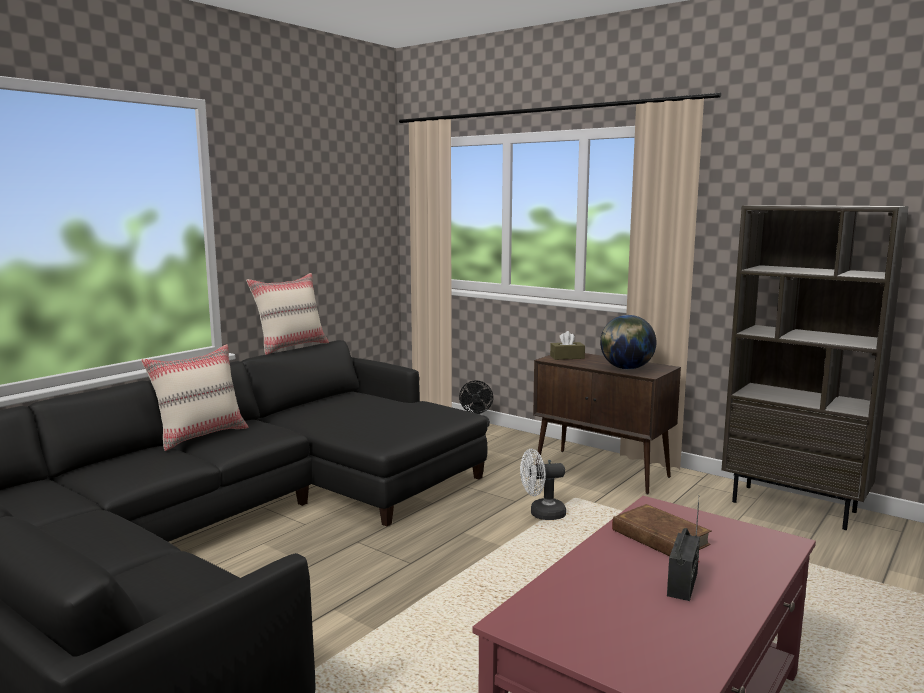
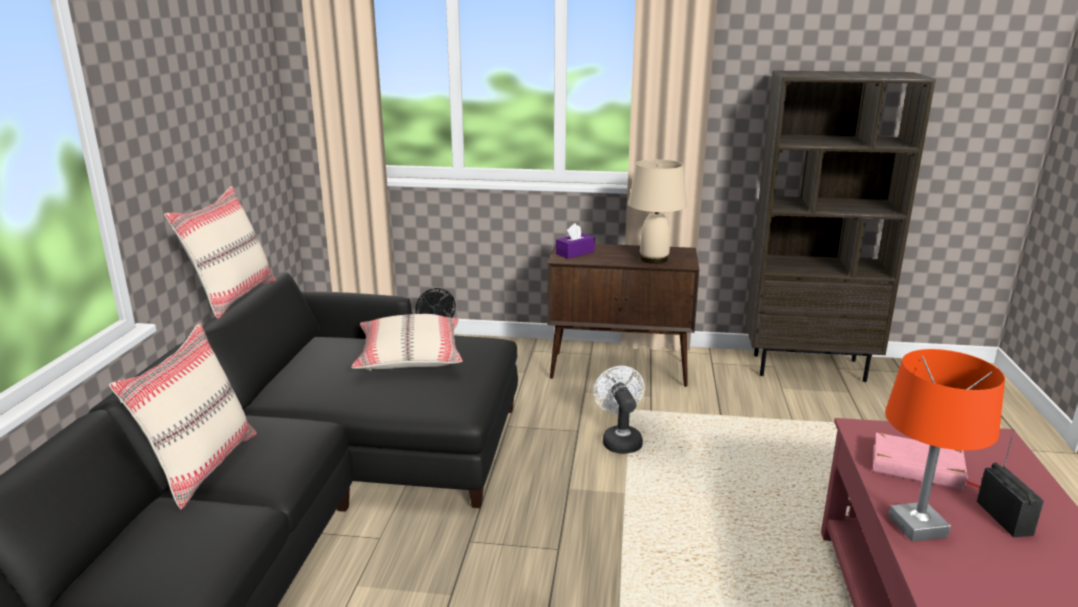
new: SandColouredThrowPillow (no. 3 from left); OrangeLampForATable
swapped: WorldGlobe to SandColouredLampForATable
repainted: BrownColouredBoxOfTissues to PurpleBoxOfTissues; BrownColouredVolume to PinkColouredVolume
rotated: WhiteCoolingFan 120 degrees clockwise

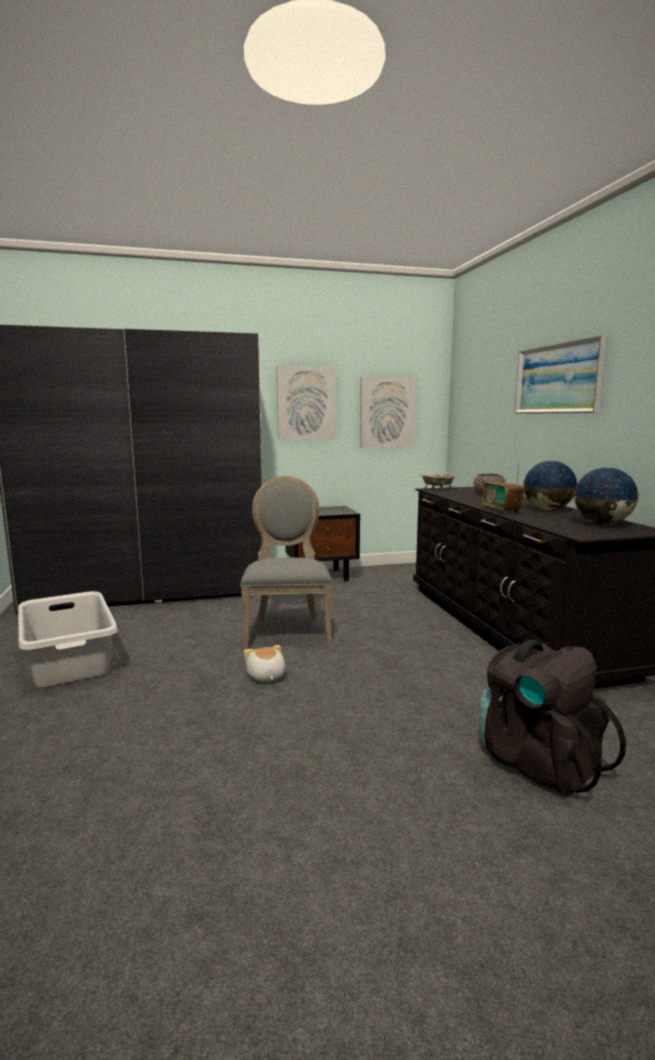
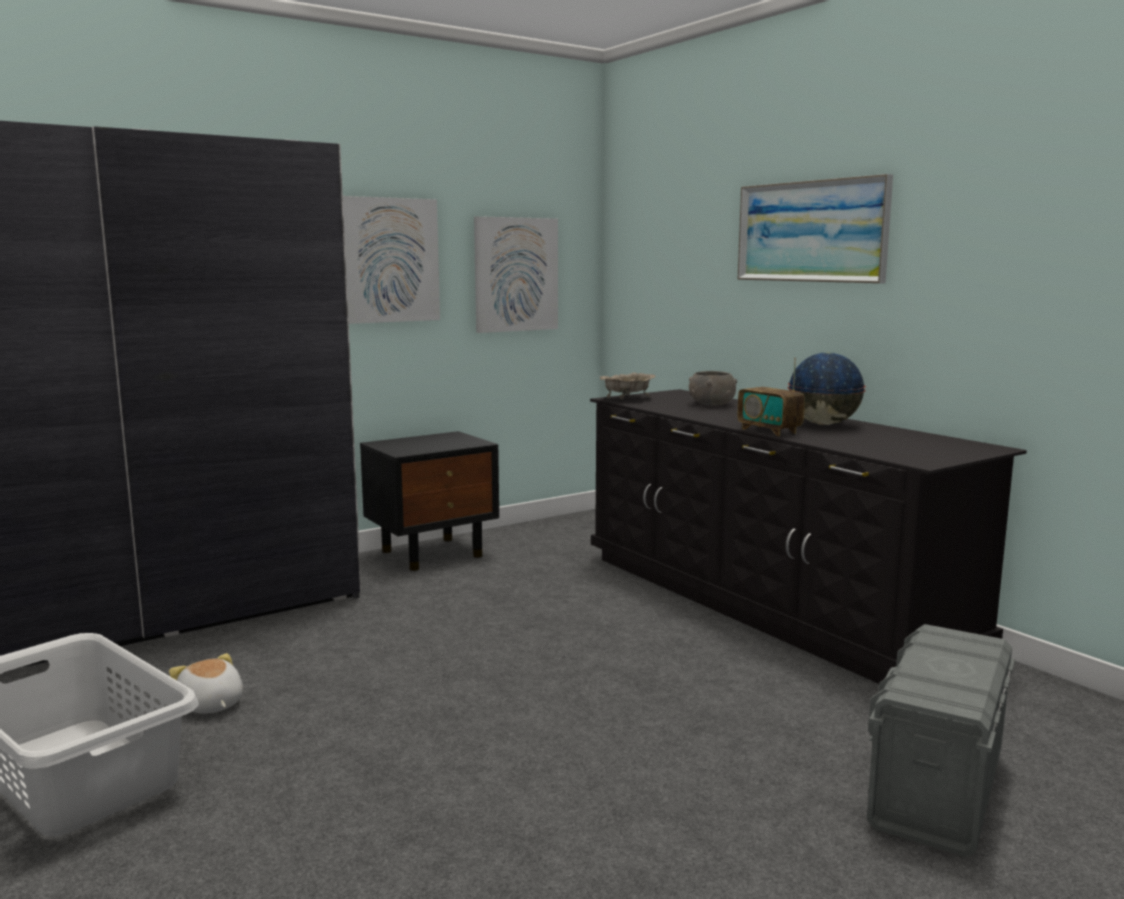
gone: GrayChair; WorldGlobe (no. 2 from left)
shifted: PlushToy
swapped: BlackColouredRucksack to GrayStorageBox

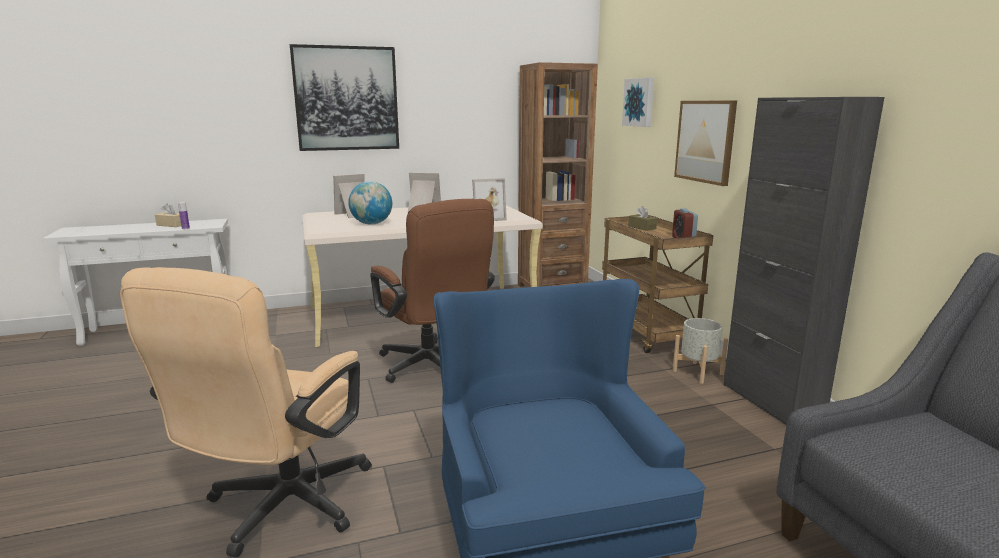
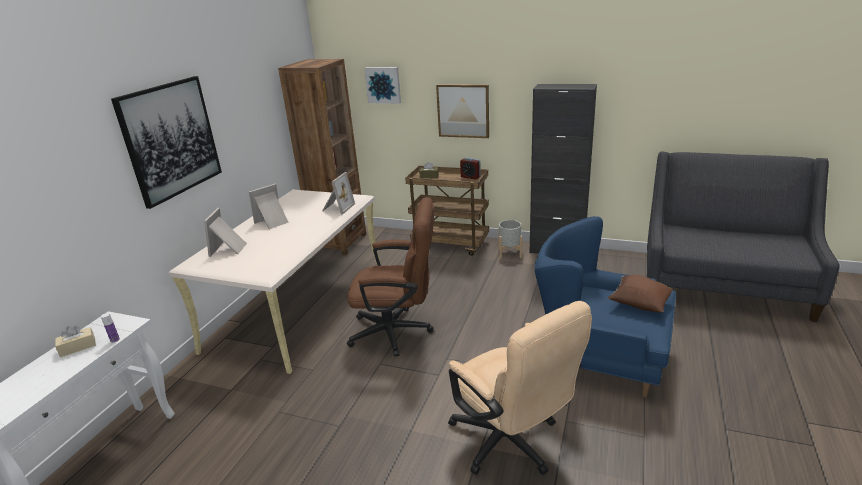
gone: WorldGlobe
new: BrownColouredThrowPillow

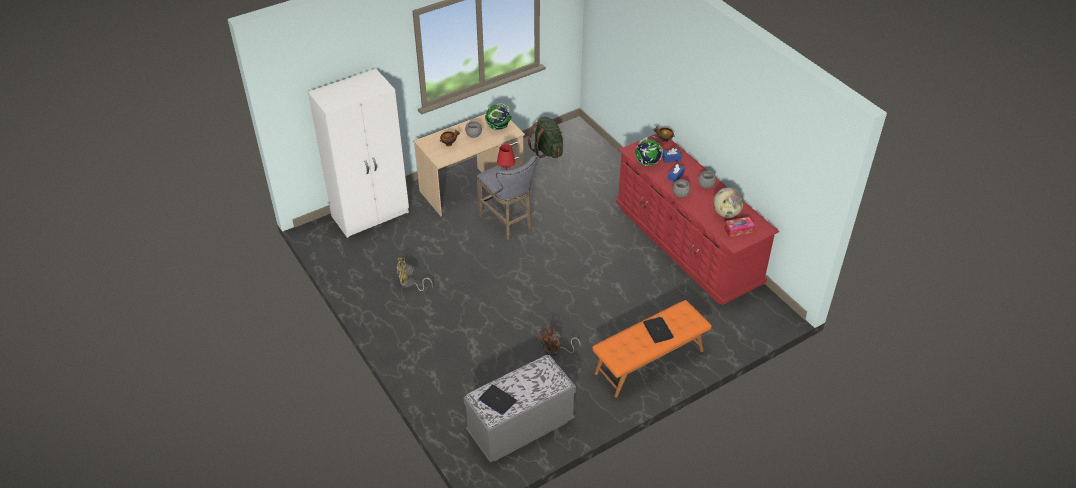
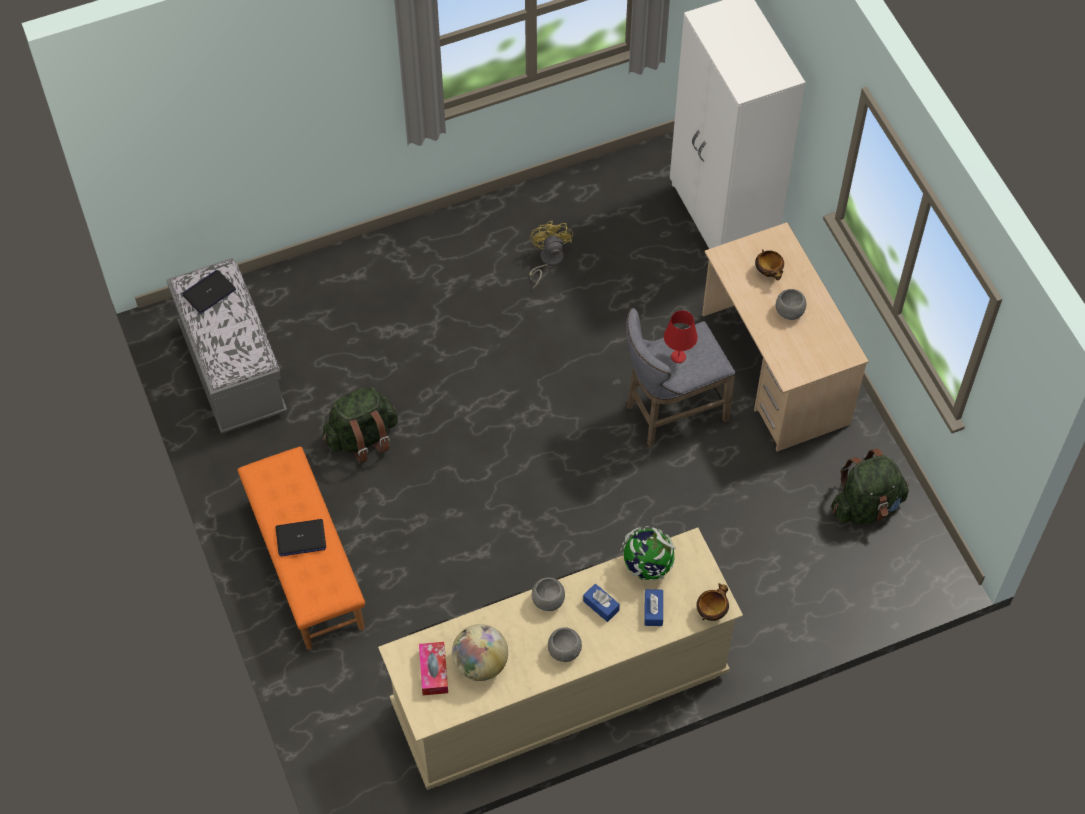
gone: WorldGlobe (no. 1 from left)
swapped: BrownColouredCoolingFan to GreenColouredRucksack (no. 1 from left)
repainted: ReddishChestOfDrawers to SandColouredChestOfDrawers

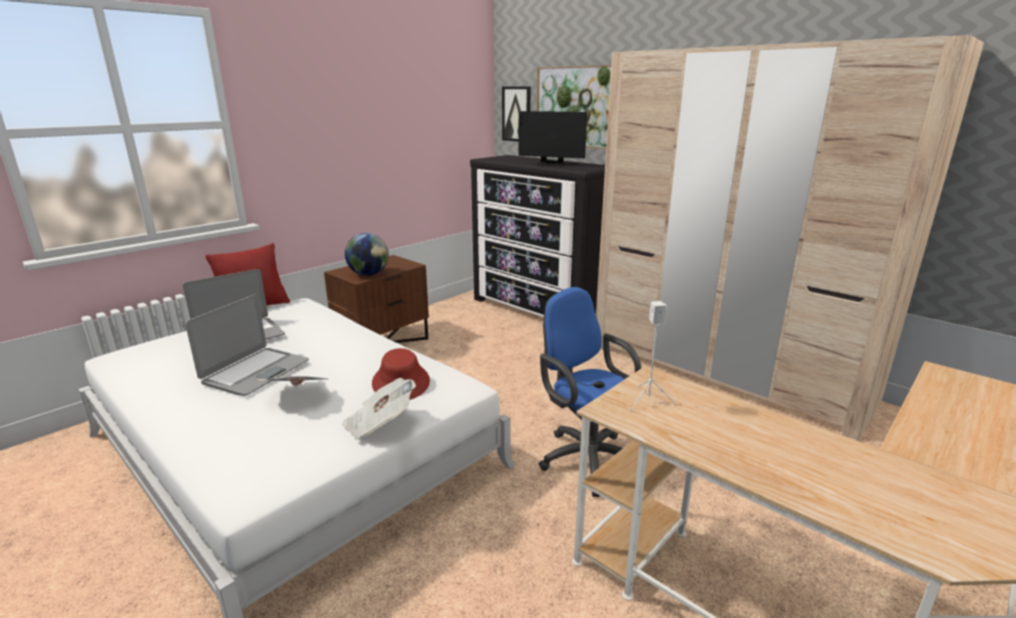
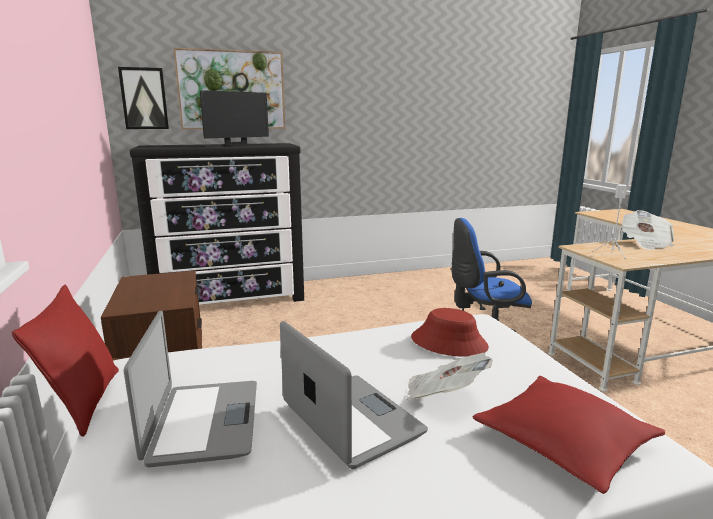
gone: WorldGlobe; SandColouredClothesCupboard
new: ReddishThrowPillow (no. 2 from left)
shifted: Newspaper (no. 2 from left)

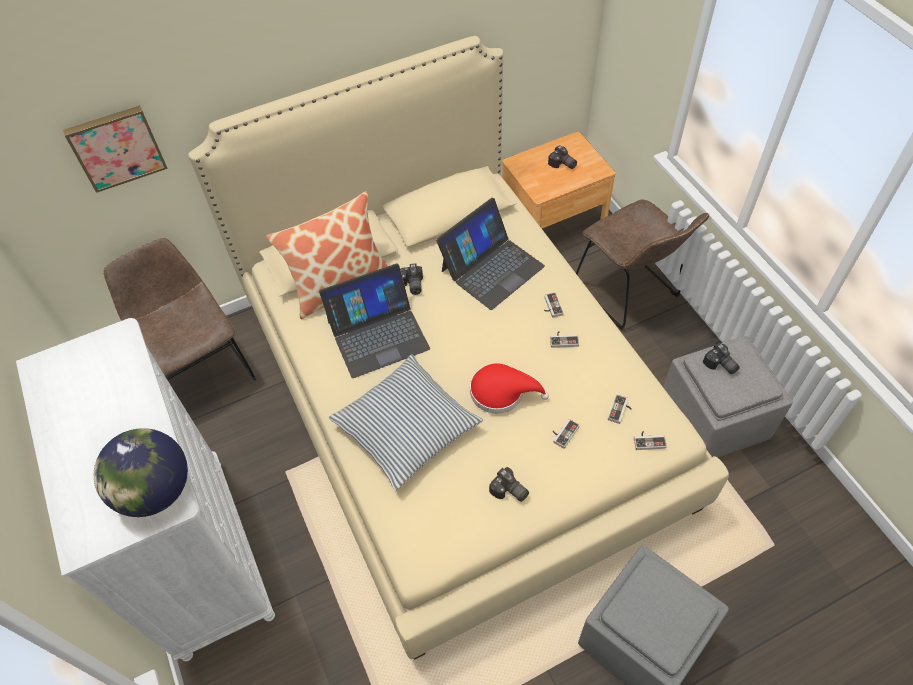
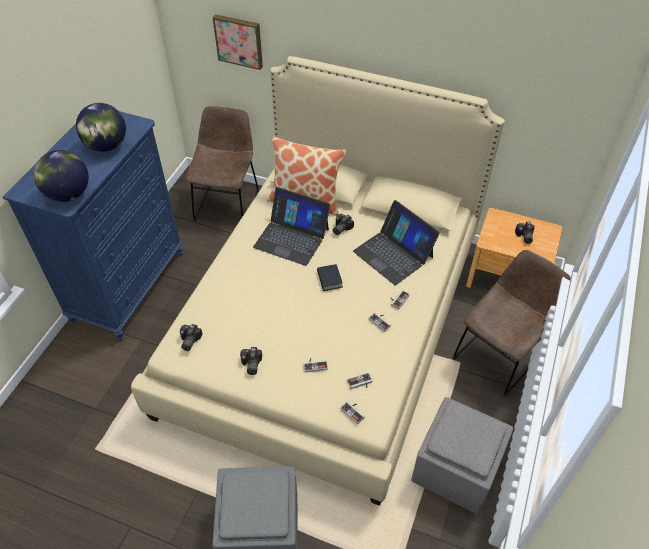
gone: ThrowPillow (no. 2 from left); ReddishHat
new: WorldGlobe (no. 2 from left); Volume
shifted: StillCamera (no. 4 from left in the first image) to StillCamera (no. 1 from left)
repainted: WhiteChestOfDrawers to BluishChestOfDrawers
rotated: Laptop (no. 2 from left) 45 degrees clockwise; BrownColouredChair (no. 2 from left) 150 degrees counterclockwise

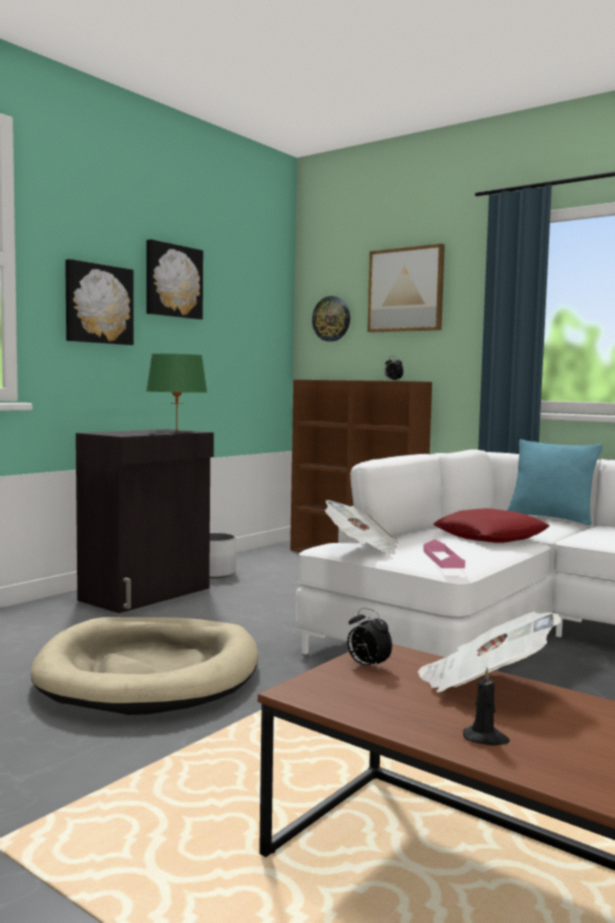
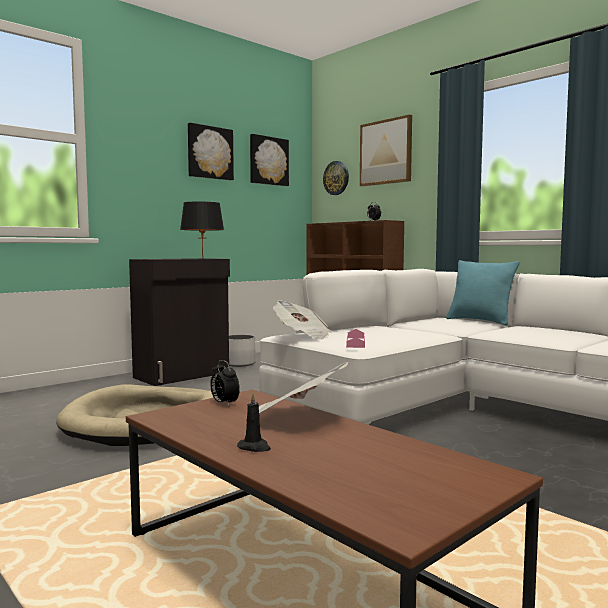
gone: ReddishThrowPillow
shifted: Picture (no. 1 from left in the first image) to Picture (no. 2 from left)
repainted: GreenColouredLampForATable to BlackColouredLampForATable

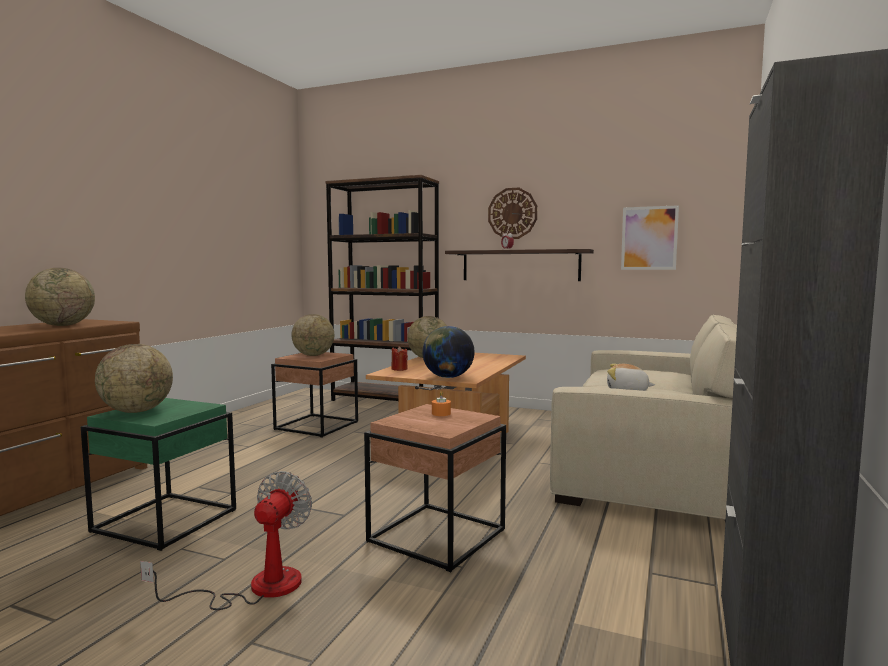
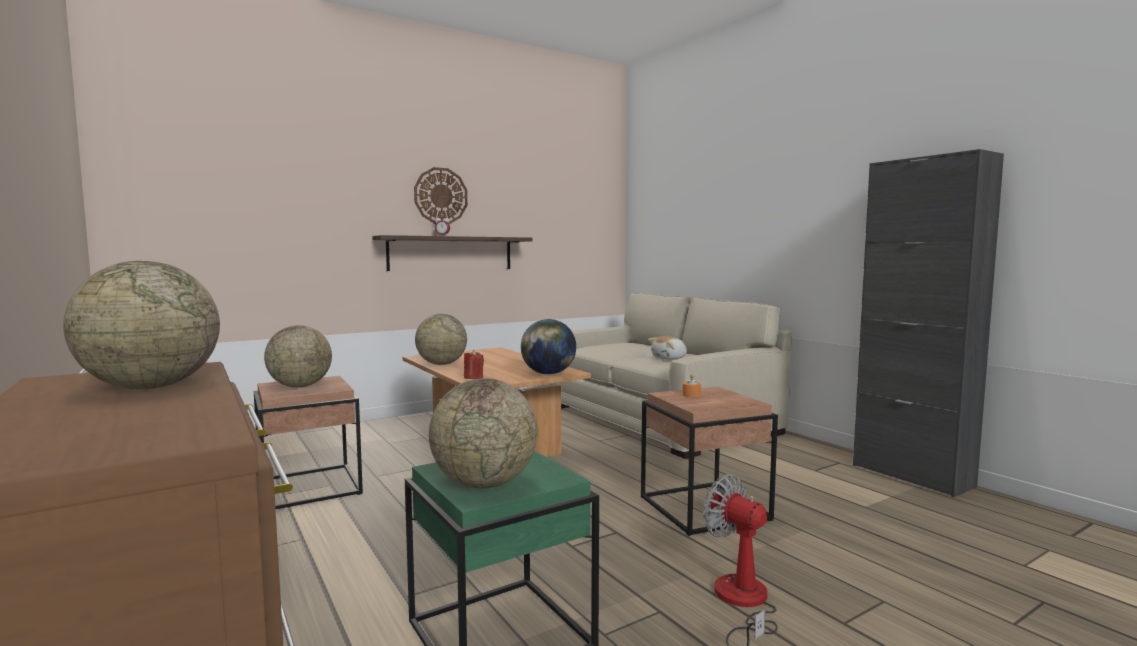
gone: BrownColouredShelvingUnit; Picture

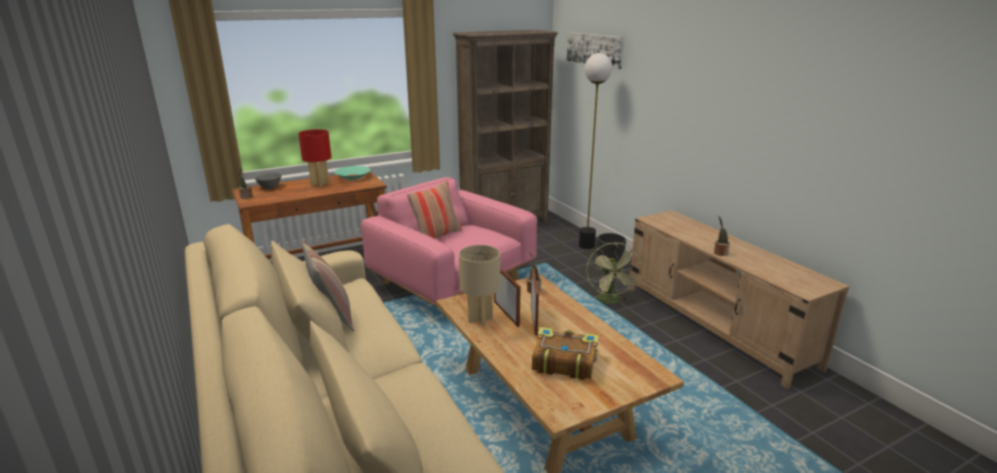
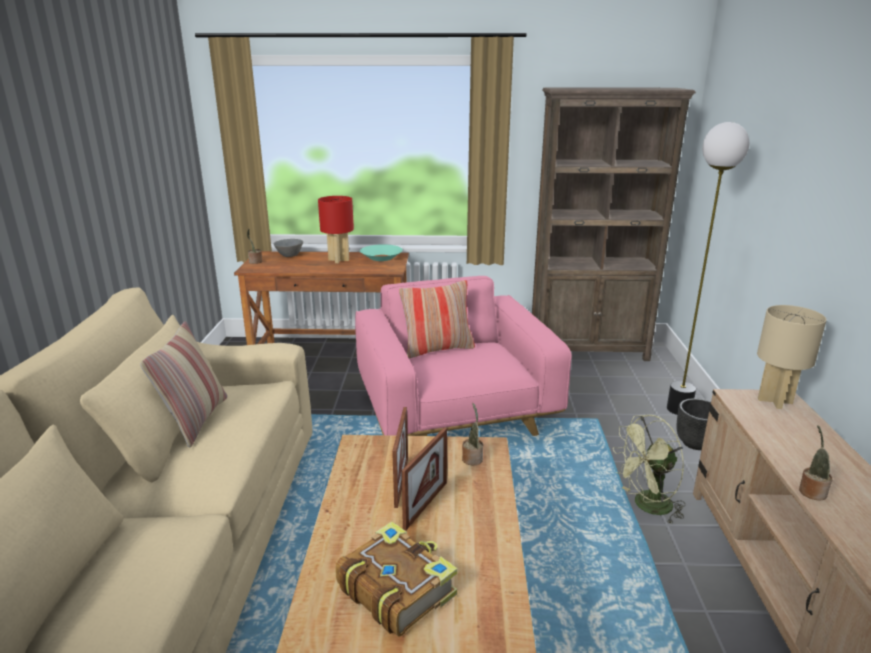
gone: Picture
shifted: SandColouredLampForATable
rotated: GreenColouredCoolingFan 45 degrees clockwise

